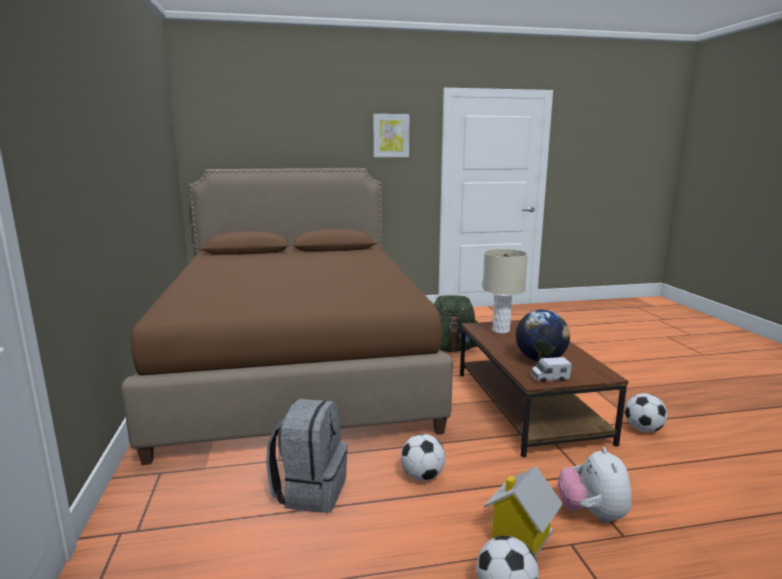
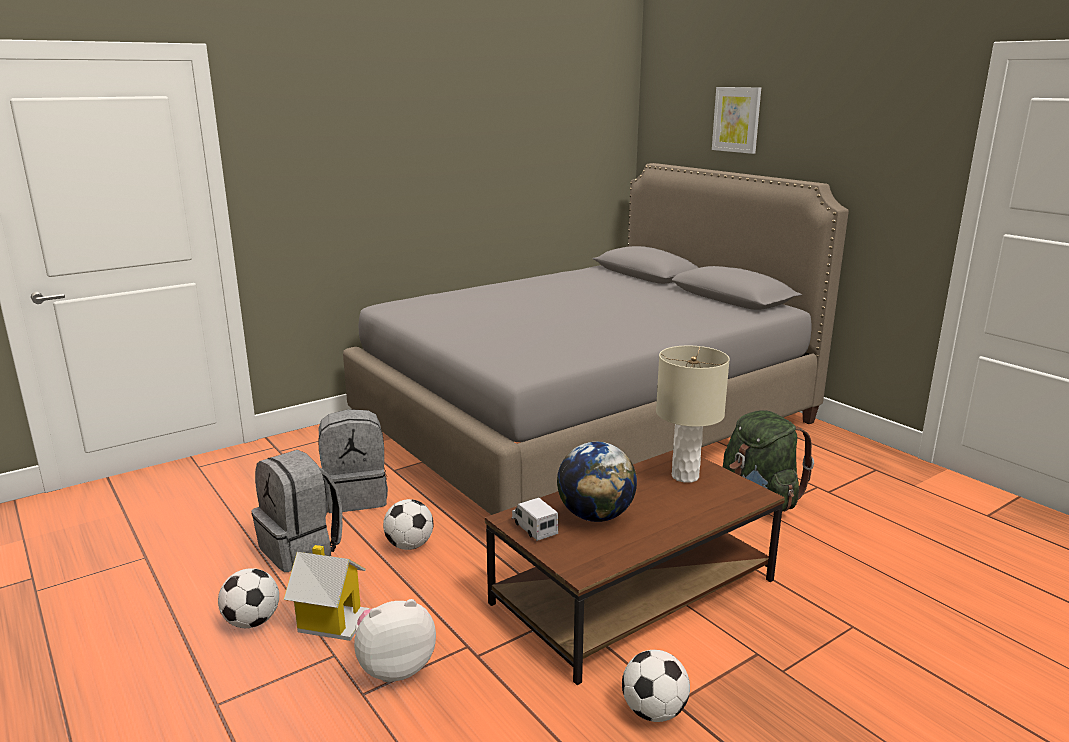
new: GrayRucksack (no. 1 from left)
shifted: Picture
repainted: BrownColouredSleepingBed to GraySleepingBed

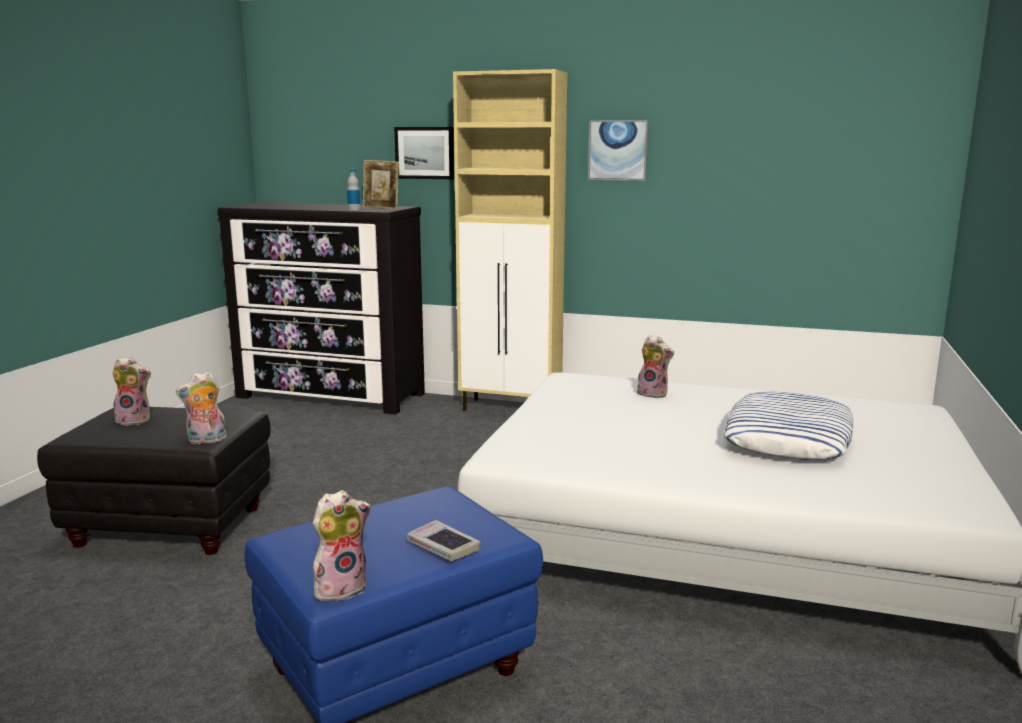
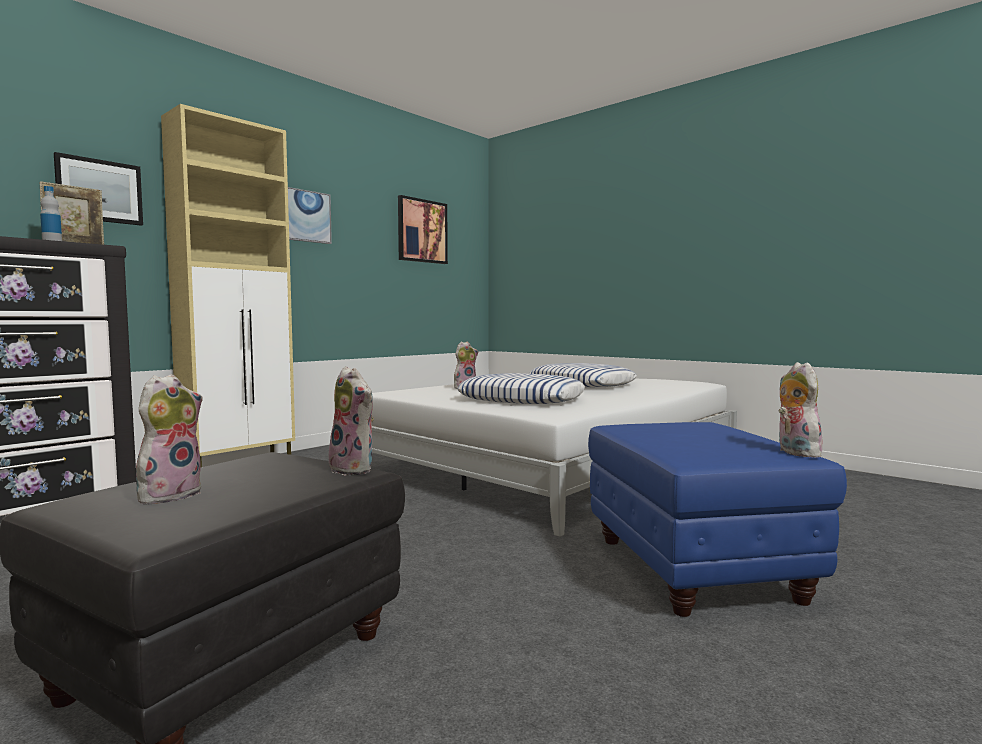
gone: Volume
new: Picture (no. 3 from left); ThrowPillow (no. 1 from left)
rotated: PlushToy (no. 2 from left) 45 degrees counterclockwise

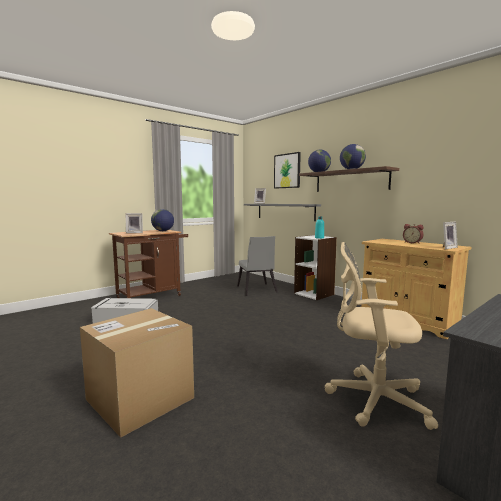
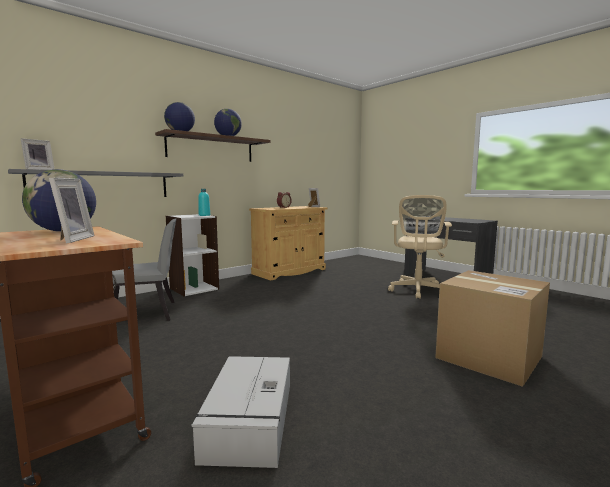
gone: Picture

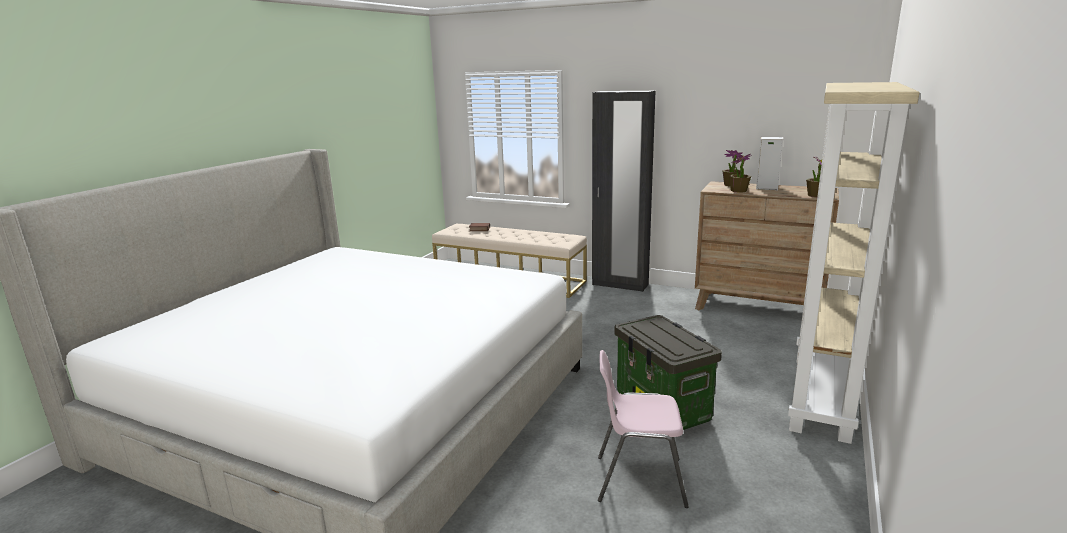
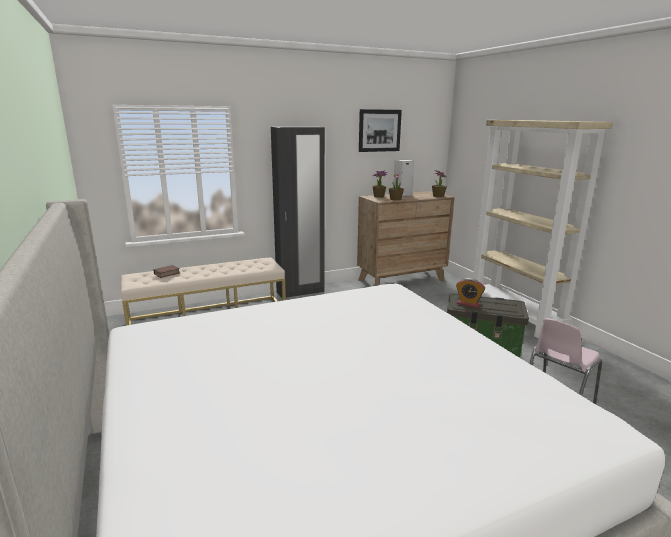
new: Picture; TableClock

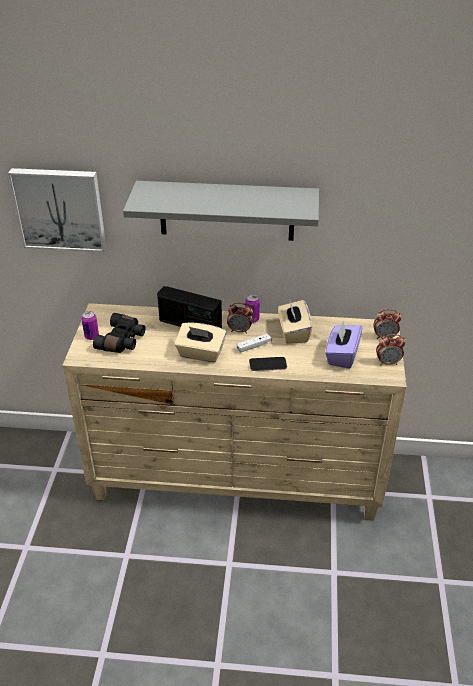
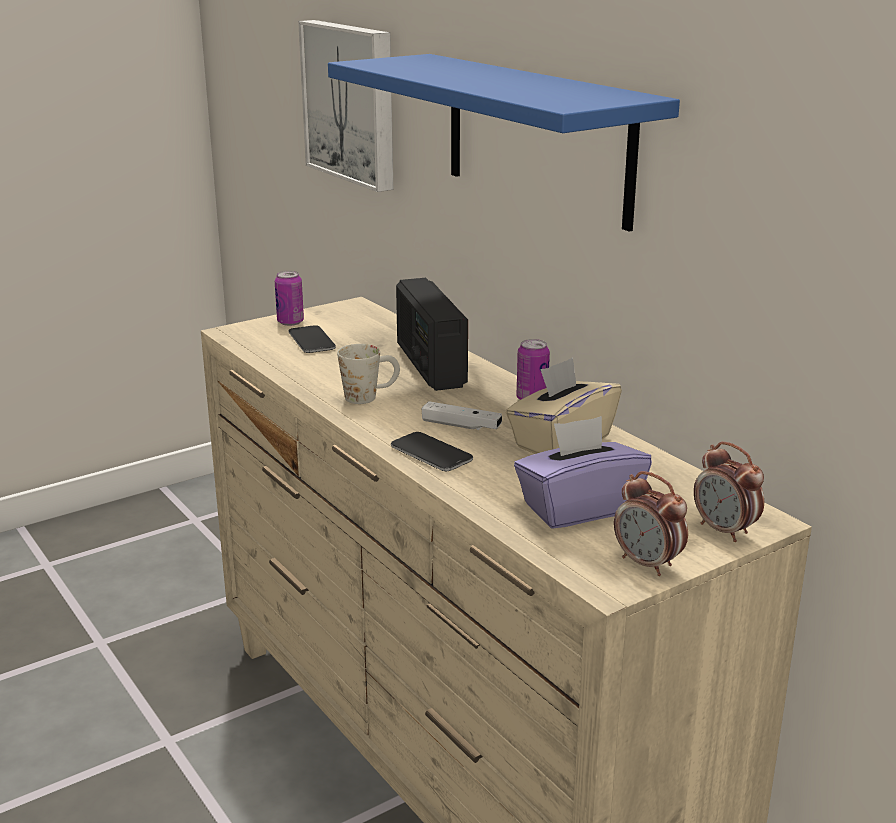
gone: TableClock (no. 1 from left)
swapped: BlackColouredBinoculars to Telephone (no. 1 from left); SandColouredBoxOfTissues (no. 1 from left) to WhiteTeaMug
repainted: GrayBracketShelf to BluishBracketShelf

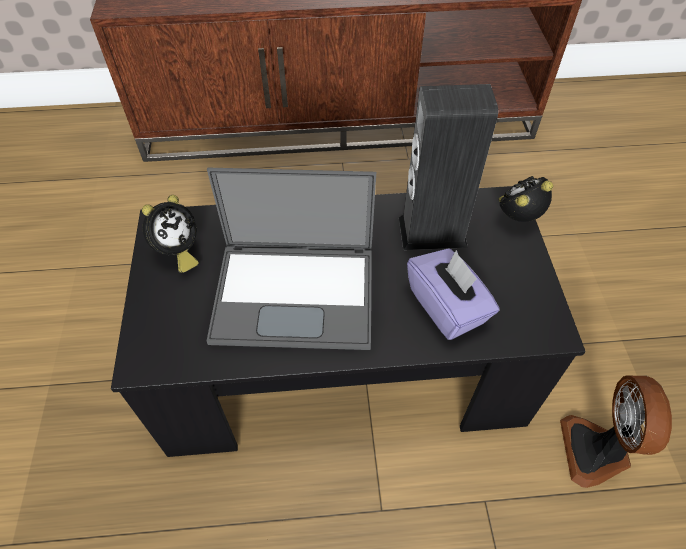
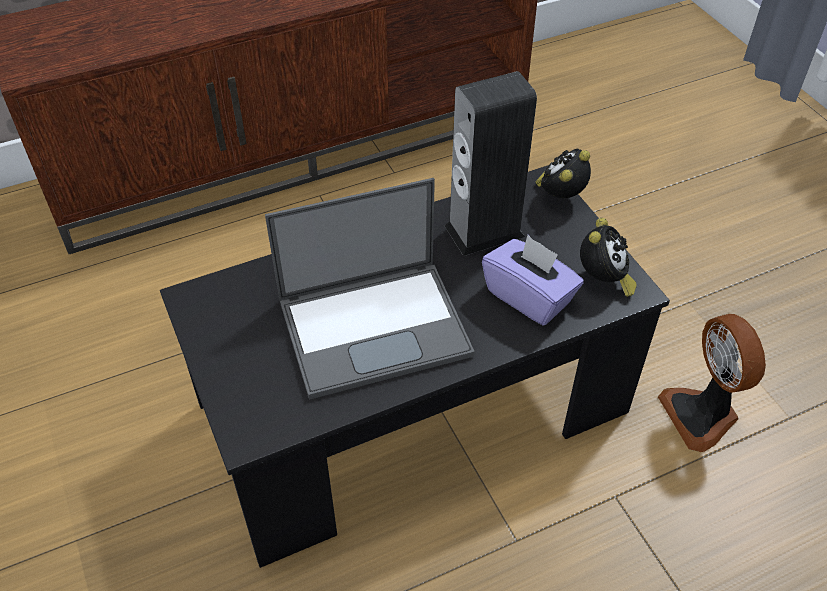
shifted: TableClock (no. 1 from left in the first image) to TableClock (no. 2 from left)

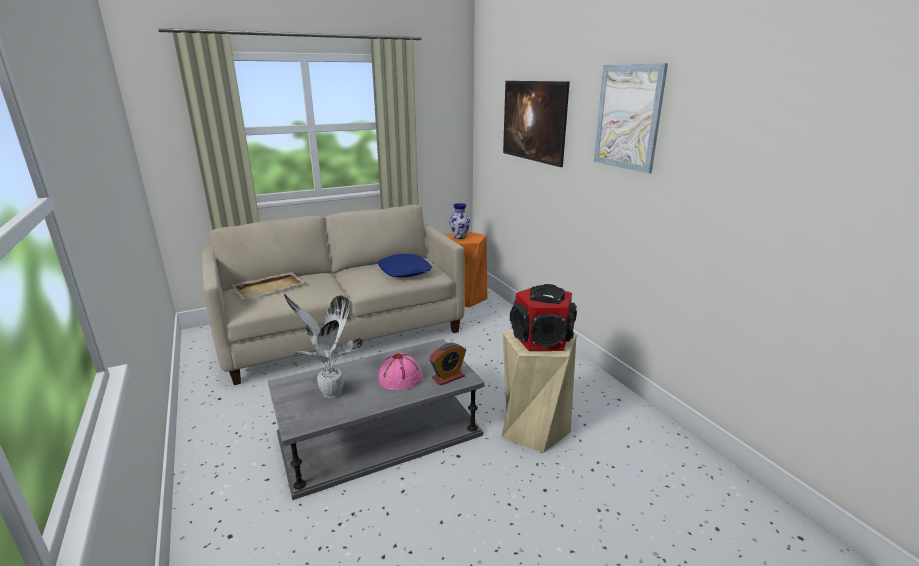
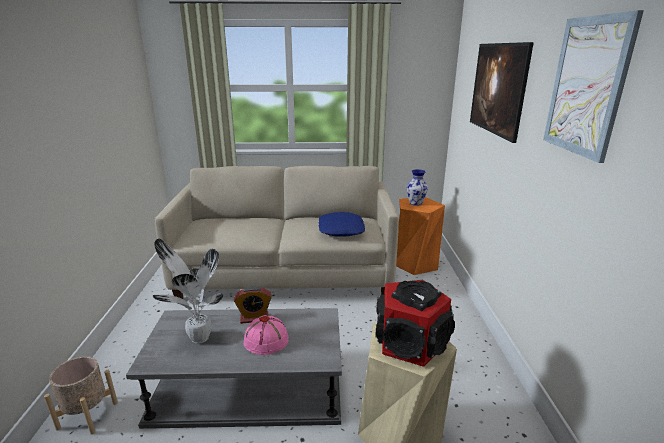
gone: SandColouredTray
new: SandColouredPlanter
shifted: TableClock

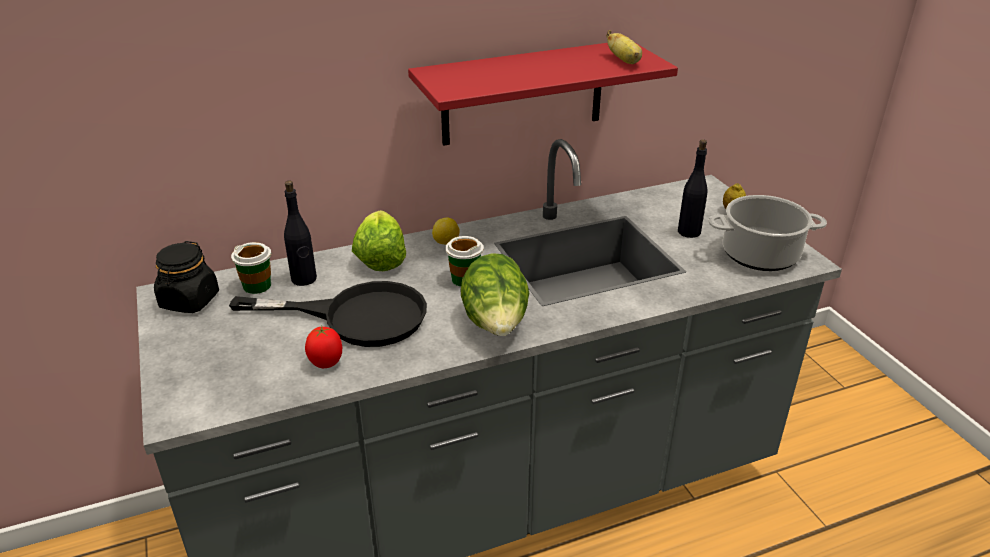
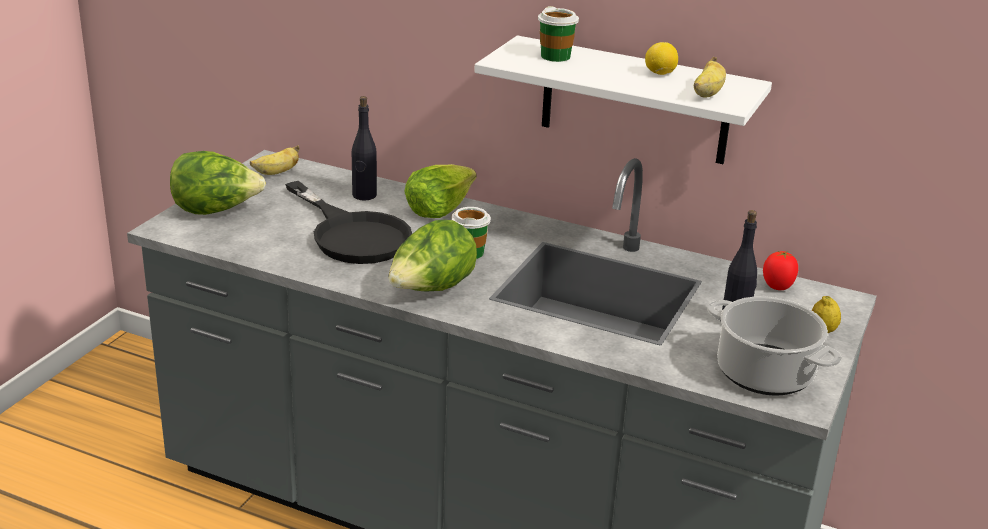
new: LettuceHead (no. 1 from left)
shifted: SmallCup (no. 1 from left in the first image) to SmallCup (no. 2 from left); Tomato; Lemon (no. 1 from left)
swapped: BlackColouredStorageJar to BananaFruit (no. 1 from left)
repainted: ReddishBracketShelf to WhiteBracketShelf

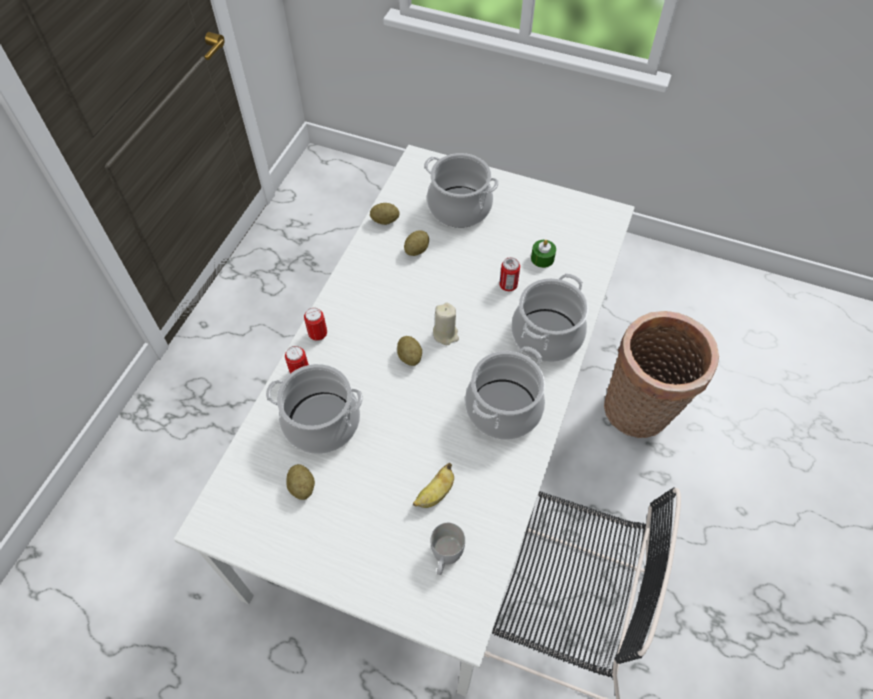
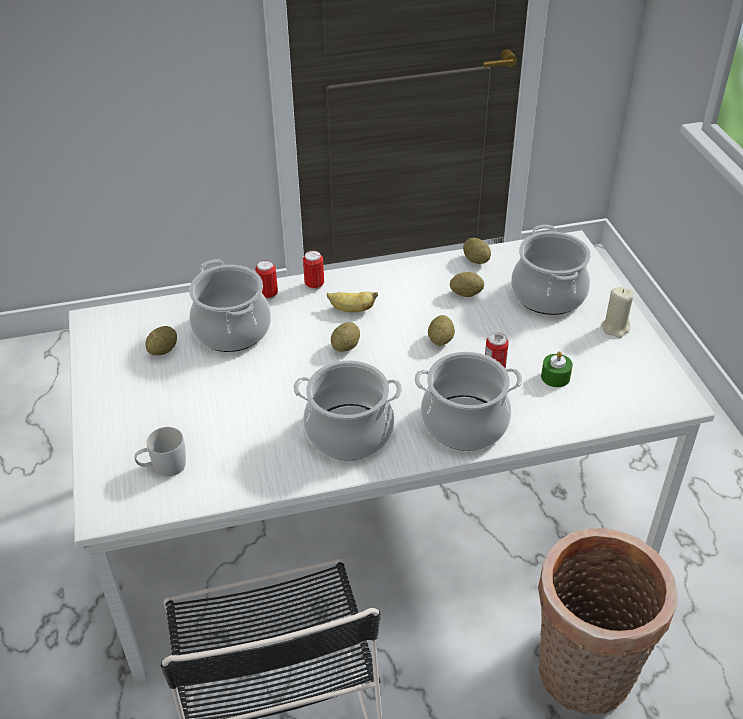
new: Spud (no. 3 from left)
shifted: BananaFruit; SandColouredWaxCandle

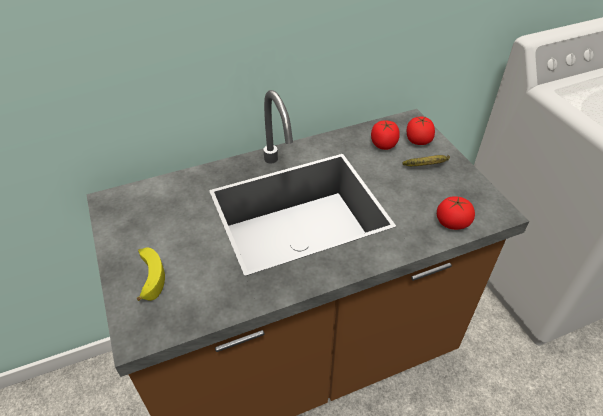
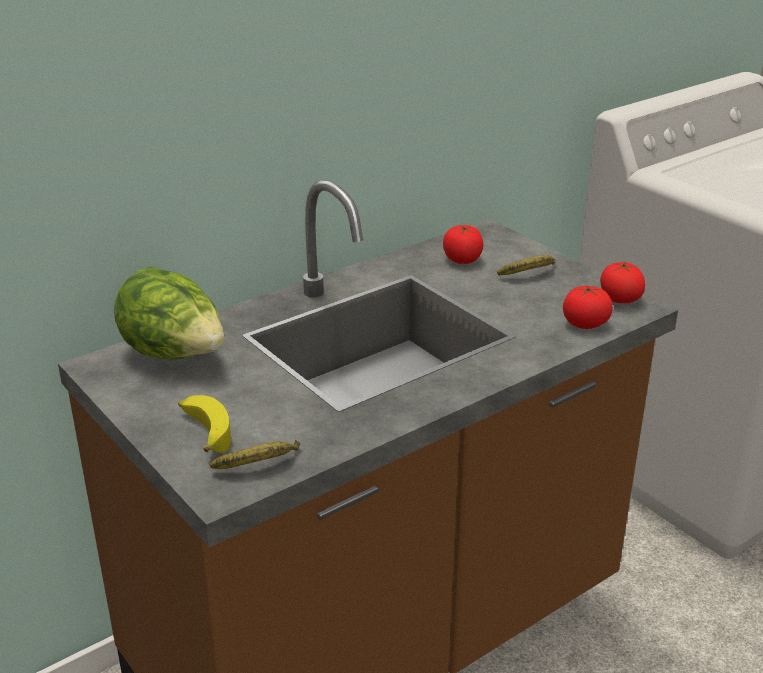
new: LettuceHead; BananaFruit (no. 2 from left)
shifted: Tomato (no. 2 from left in the first image) to Tomato (no. 3 from left)

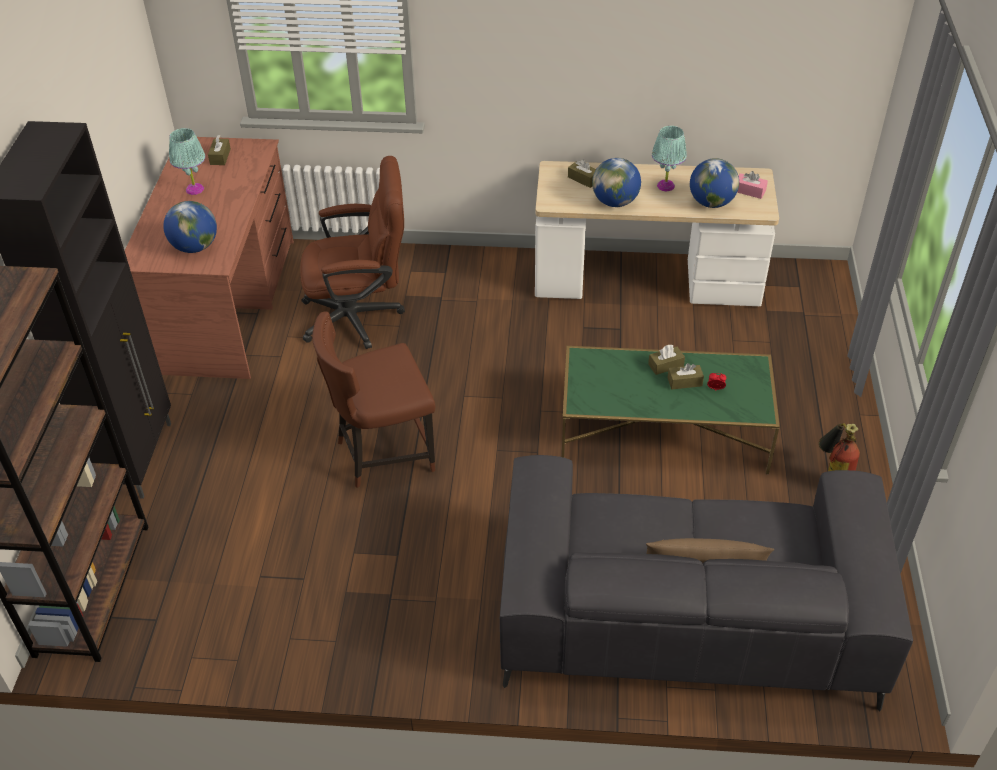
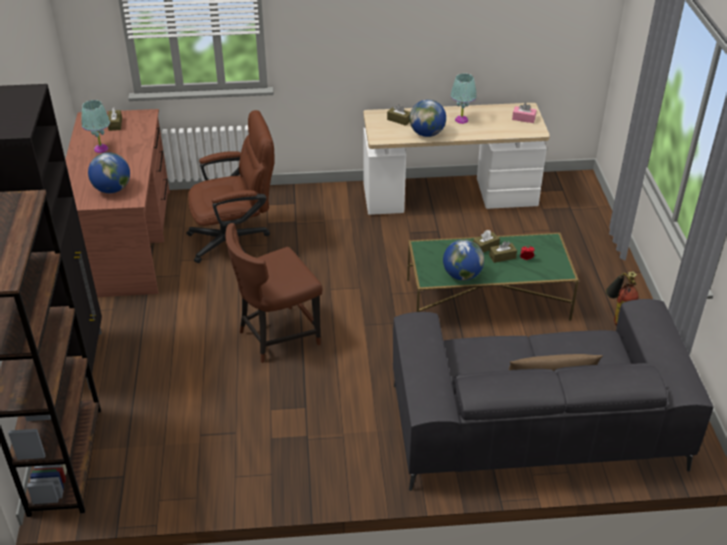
shifted: WorldGlobe (no. 3 from left)

